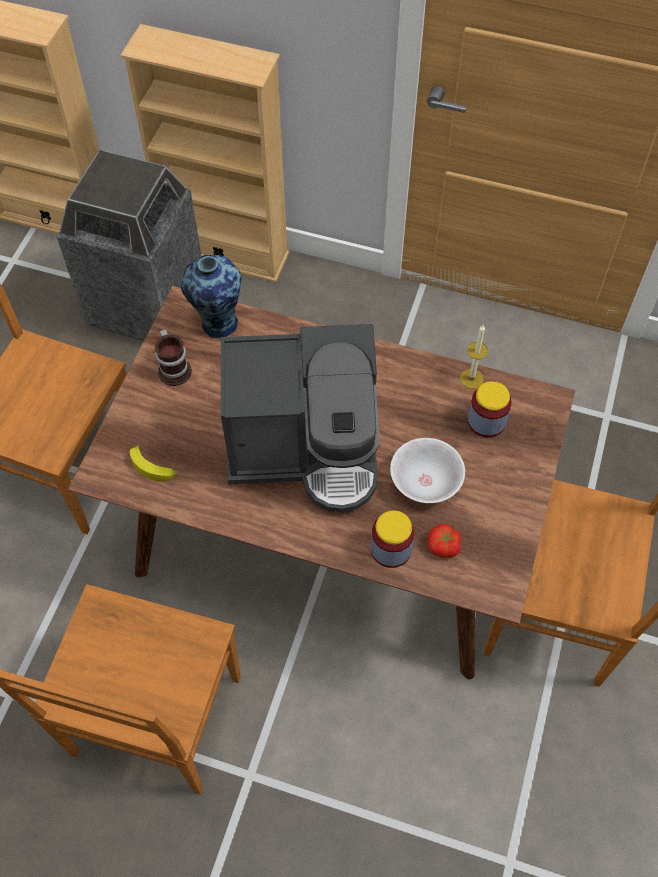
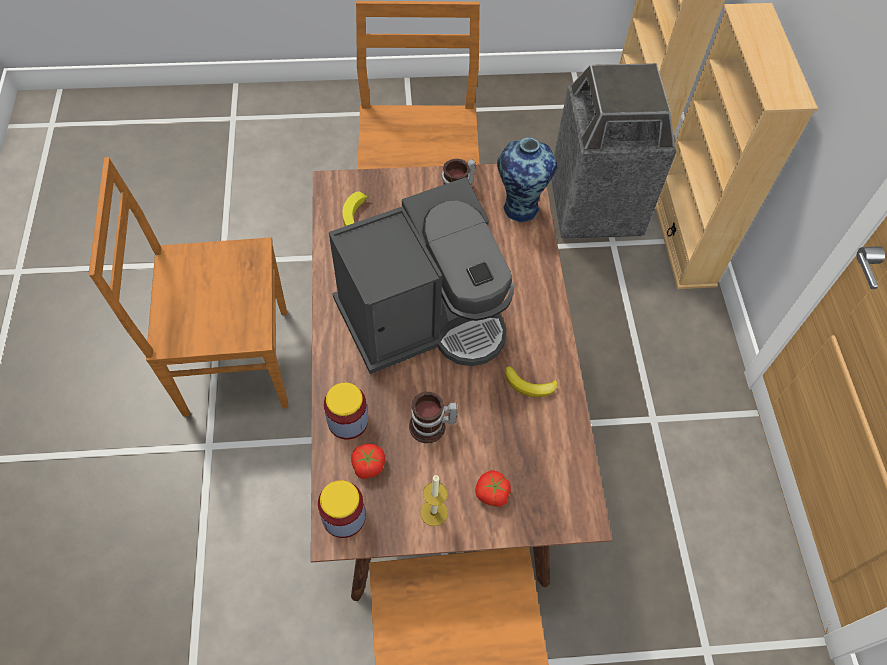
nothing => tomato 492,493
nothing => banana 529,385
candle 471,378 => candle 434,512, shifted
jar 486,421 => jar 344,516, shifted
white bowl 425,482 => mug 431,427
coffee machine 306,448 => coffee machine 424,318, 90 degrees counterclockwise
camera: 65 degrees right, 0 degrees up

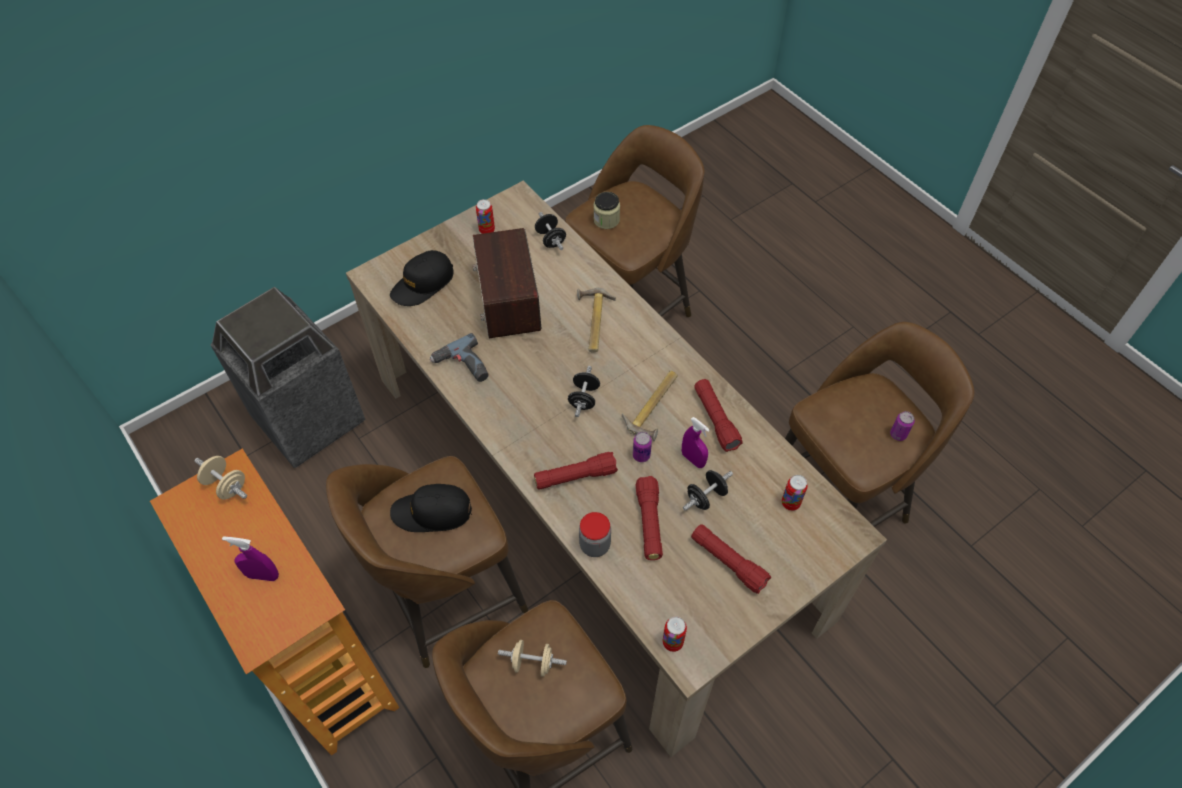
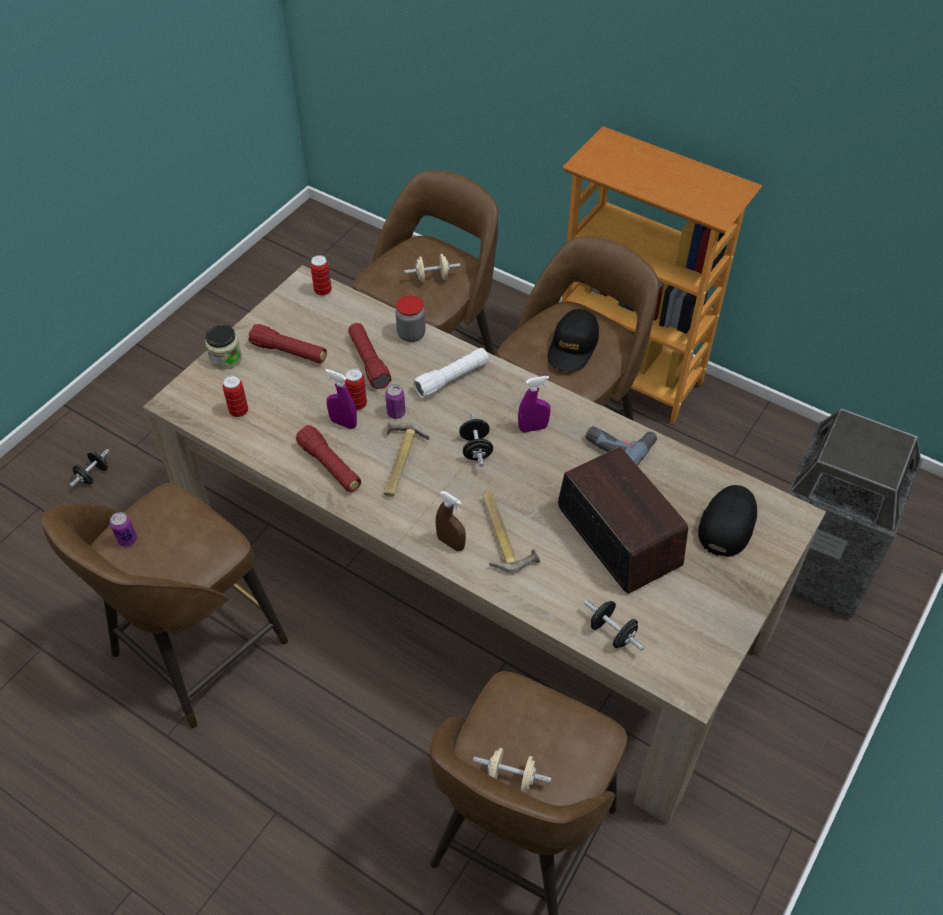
nothing => brown spray bottle 451,543
beige dumbbell 226,485 => beige dumbbell 511,777, shifted
purple spray bottle 263,575 => purple spray bottle 533,428, shifted
can 487,230 => can 357,404, shifted
jar 606,220 => jar 226,358, shifted
black dumbbell 706,497 => black dumbbell 93,475, shifted
red flashlight 575,477 => white flashlight 452,379
black cap 432,512 => black cap 573,347, 135 degrees clockwise
camera: 160 degrees right, 5 degrees down

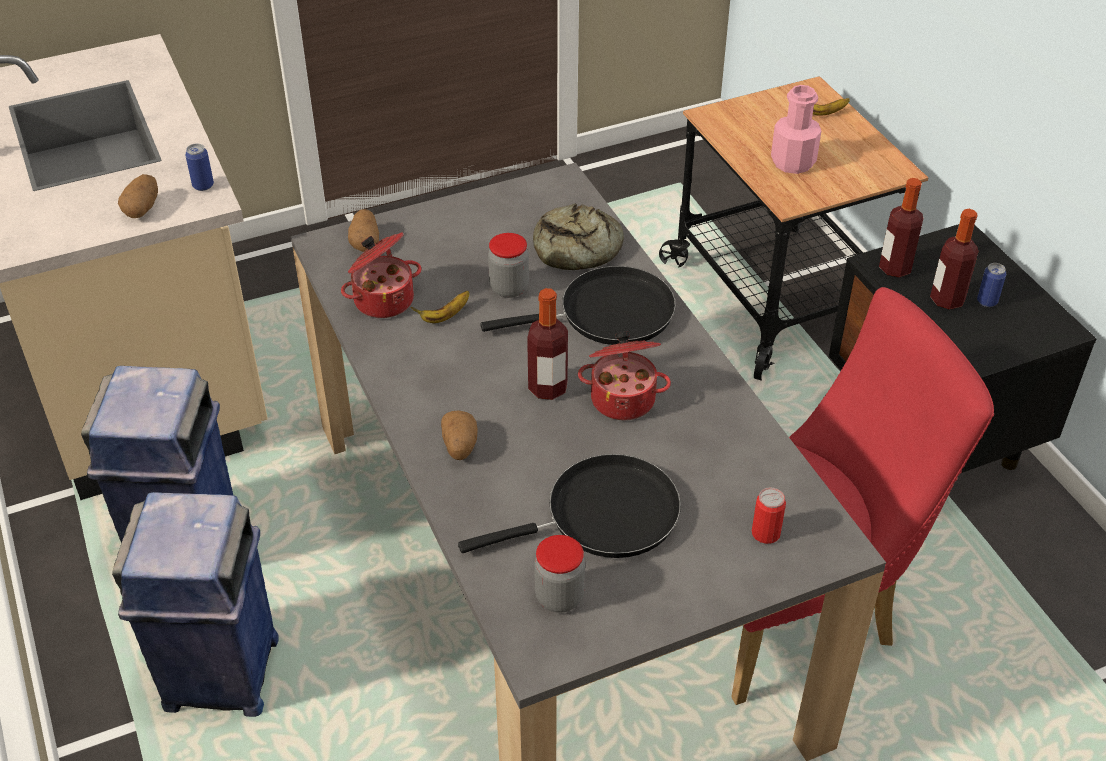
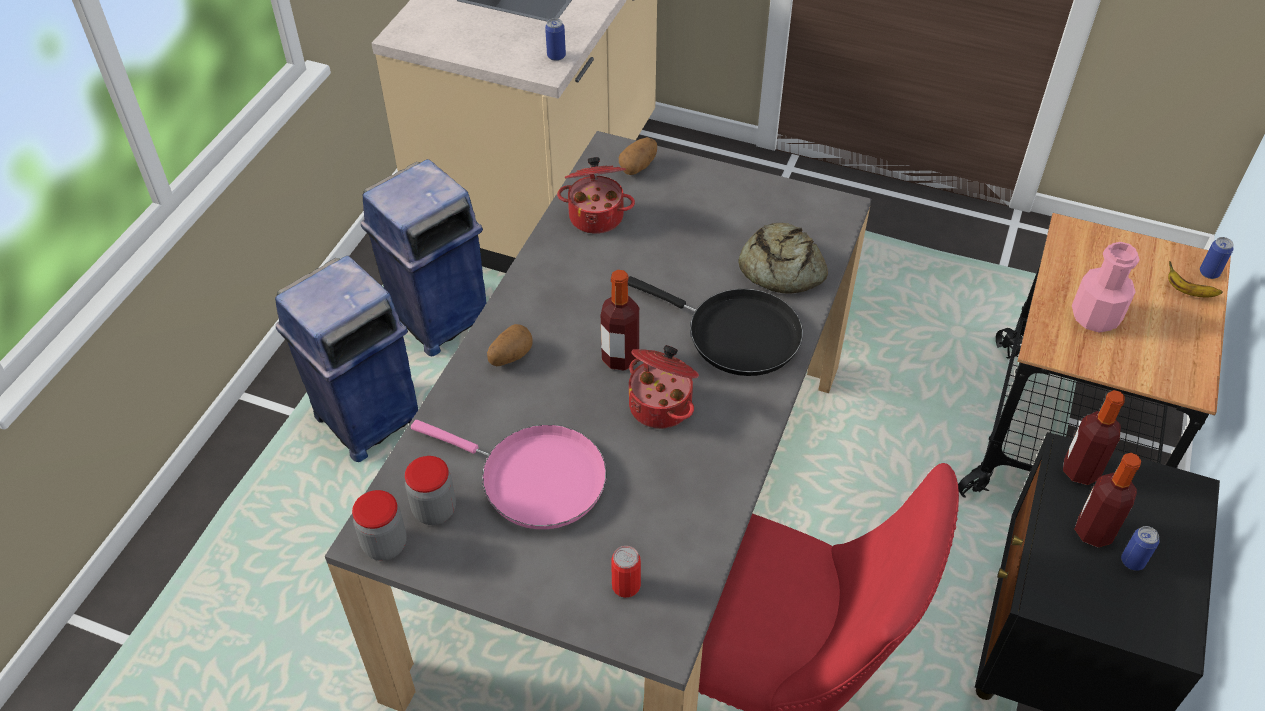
potato 142,208 => nothing
banana 445,316 => nothing
nothing => can 1209,273
jar 509,288 => jar 385,544, shifted
black frying pan 603,516 => pink frying pan 535,478
camera: 45 degrees right, 5 degrees up

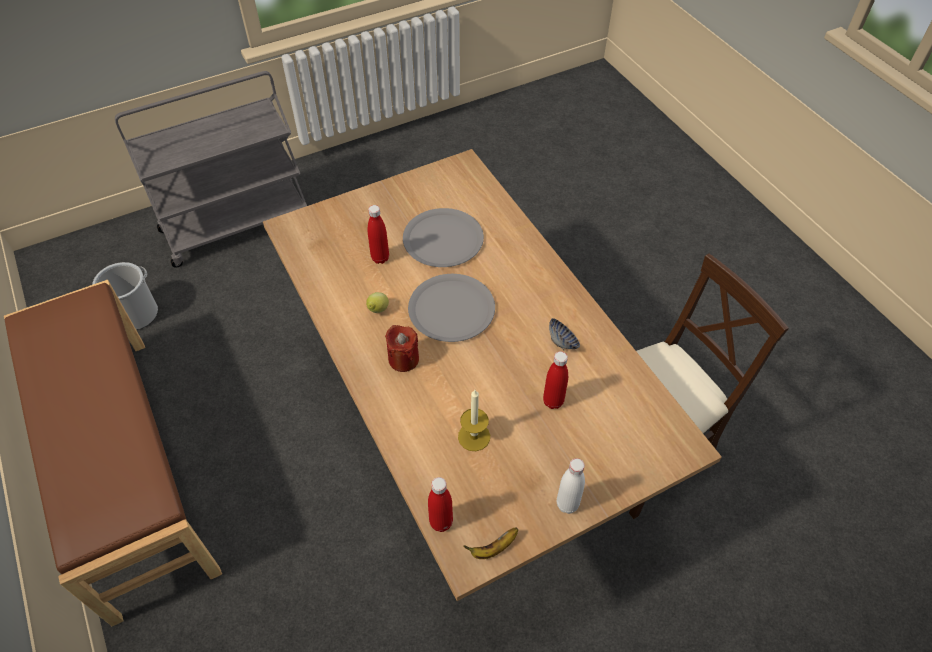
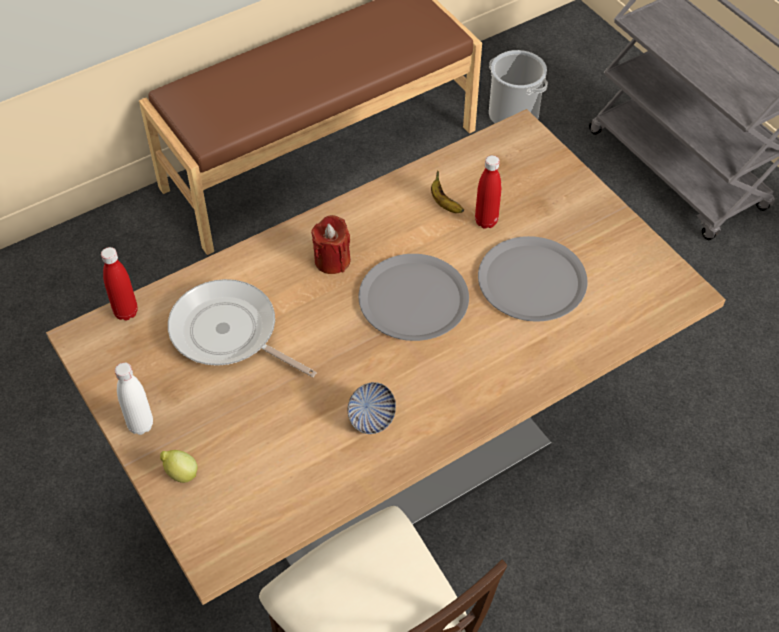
red bottle 553,401 => nothing
lemon 377,310 => lemon 180,473, shifted
banana 493,549 => banana 444,203, shifted
candle 474,436 => frying pan 229,333
camera: 85 degrees right, 0 degrees up

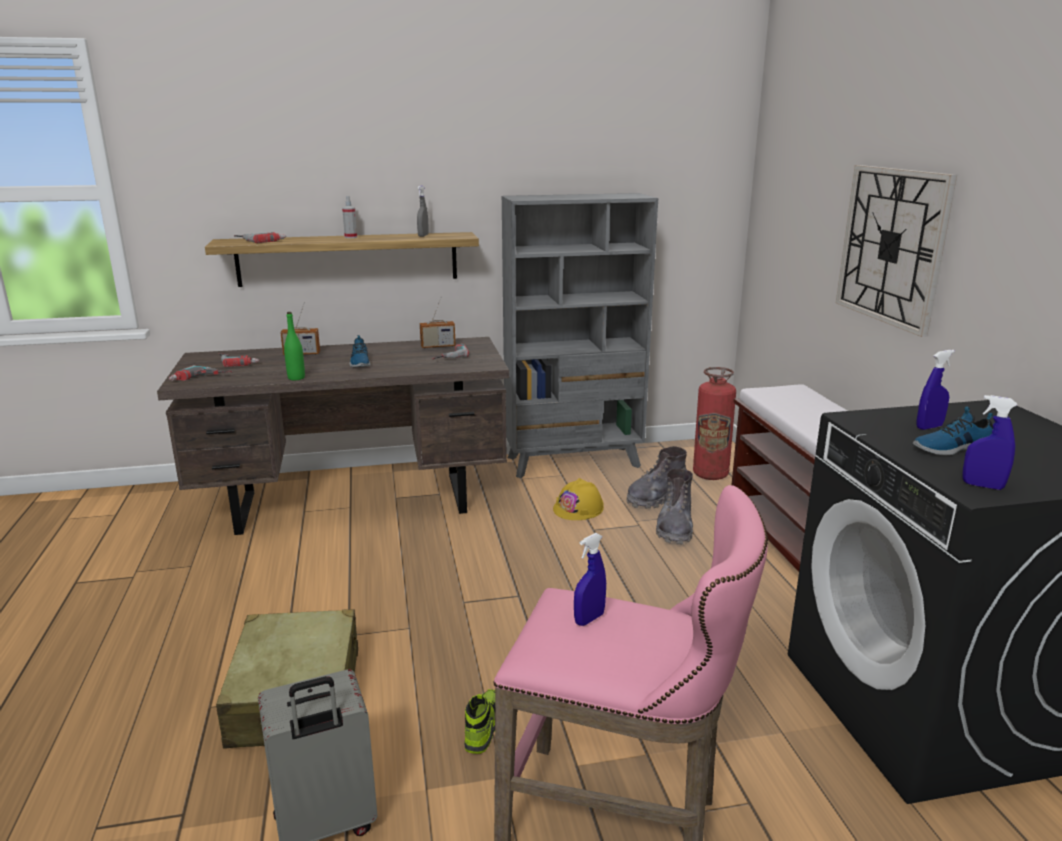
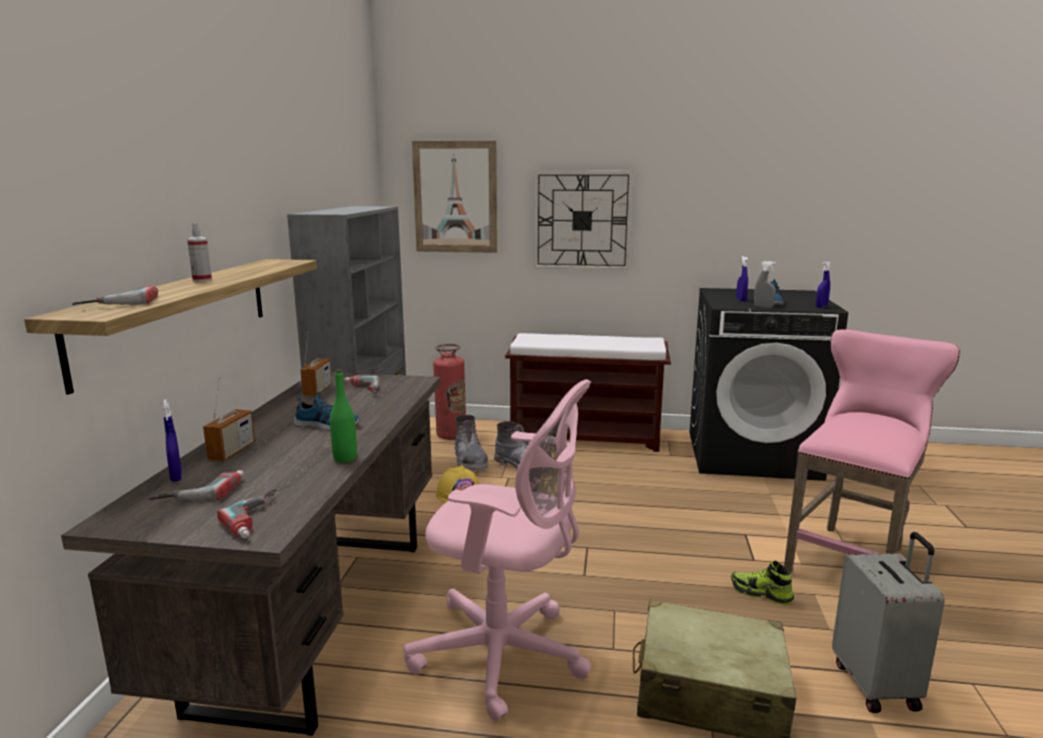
nothing => pink office chair 505,656
nothing => picture 455,197
grey spray bottle 423,236 => grey spray bottle 763,307, shifted
blue spray bottle 589,619 => blue spray bottle 176,476, shifted
camera: 70 degrees left, 5 degrees down

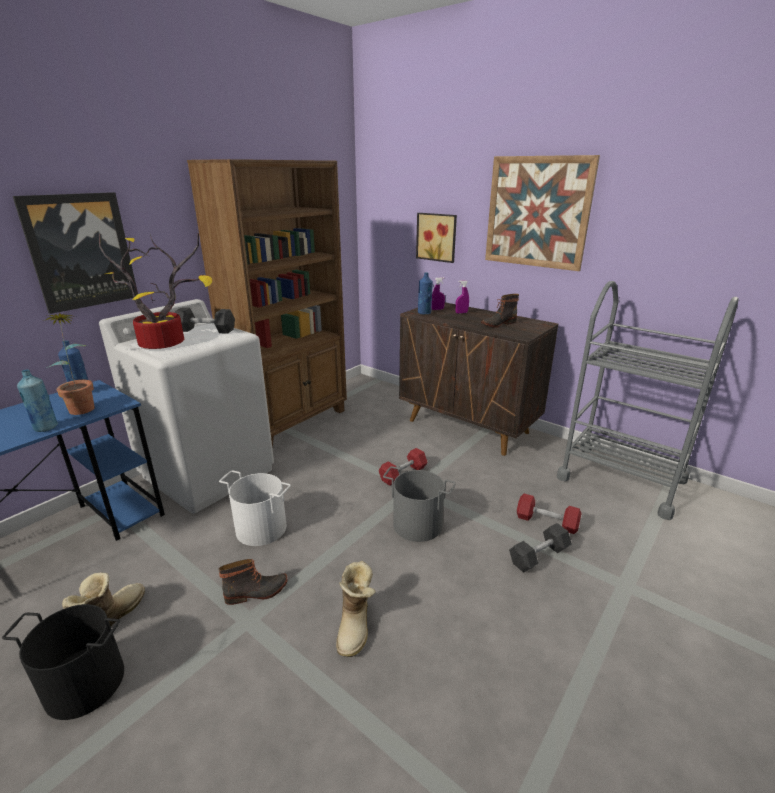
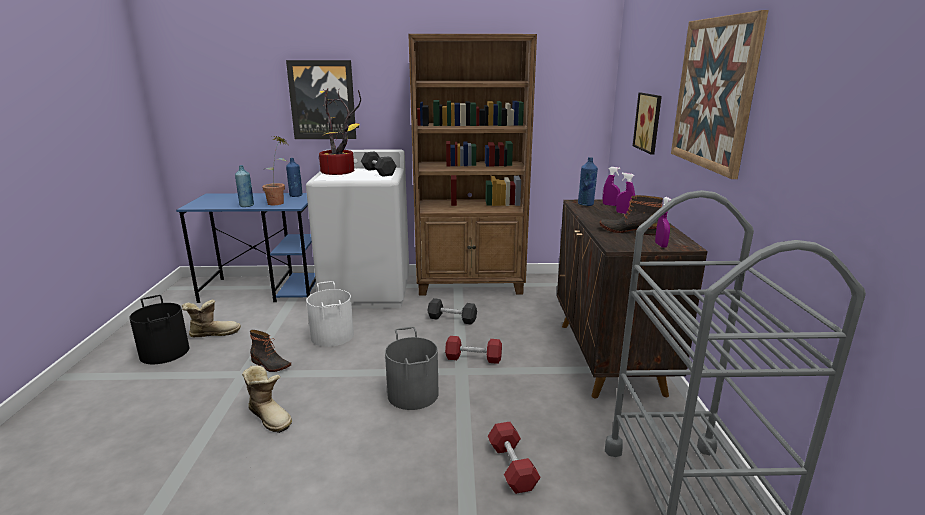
nothing => purple spray bottle 661,245
black dumbbell 539,556 => black dumbbell 452,319, shifted
boot 356,626 => boot 270,416, 105 degrees counterclockwise
camera: 50 degrees right, 5 degrees down

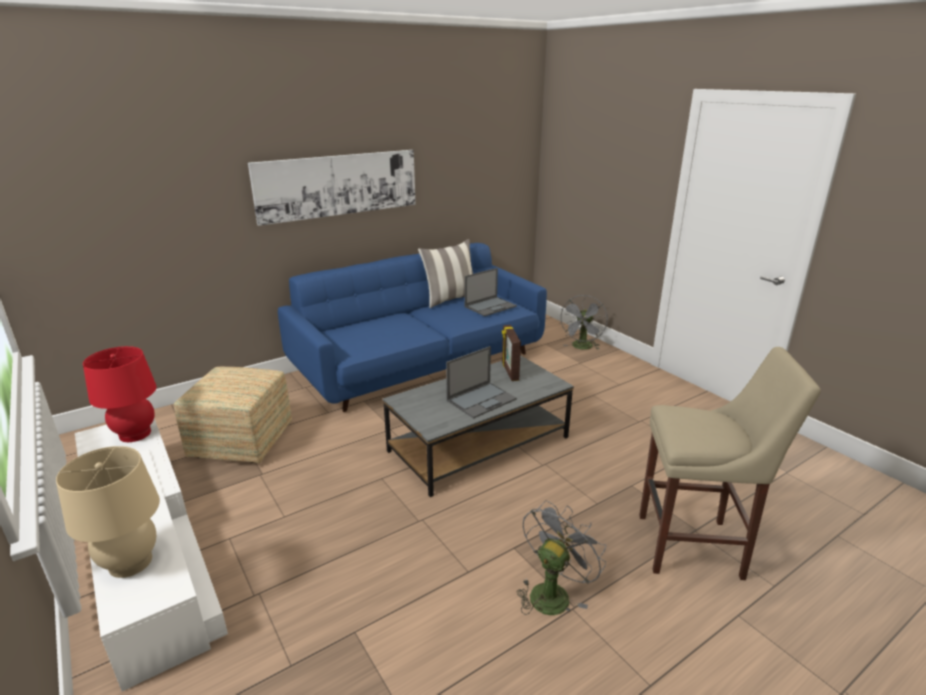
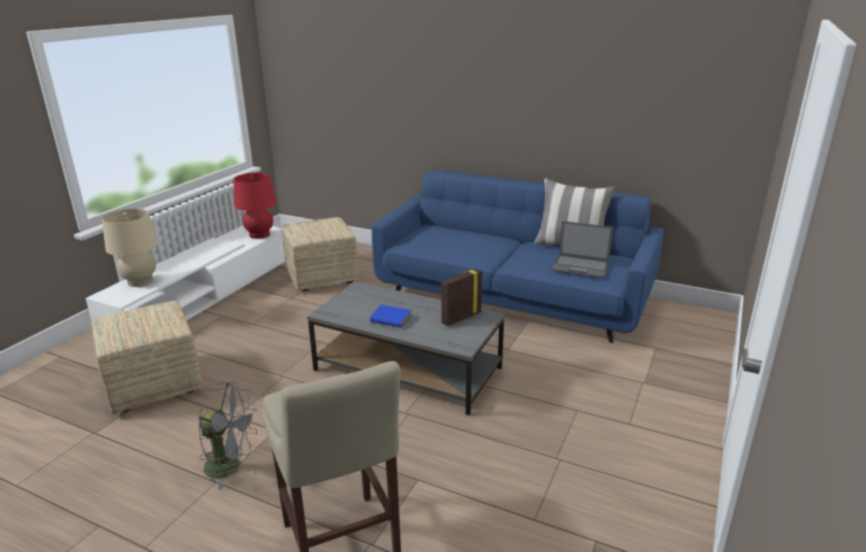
picture 338,185 => nothing
grey fan 582,347 => nothing
nothing => ottoman 155,384
laptop 482,399 => blue book 392,319
camera: 60 degrees right, 0 degrees up

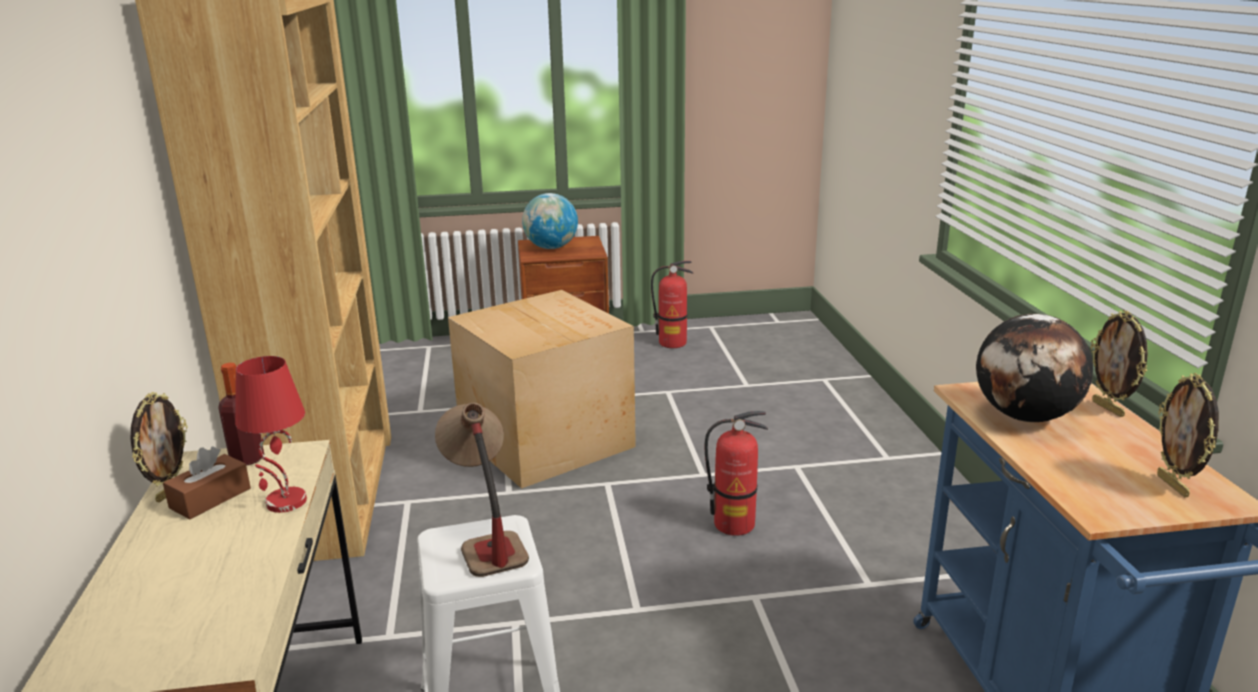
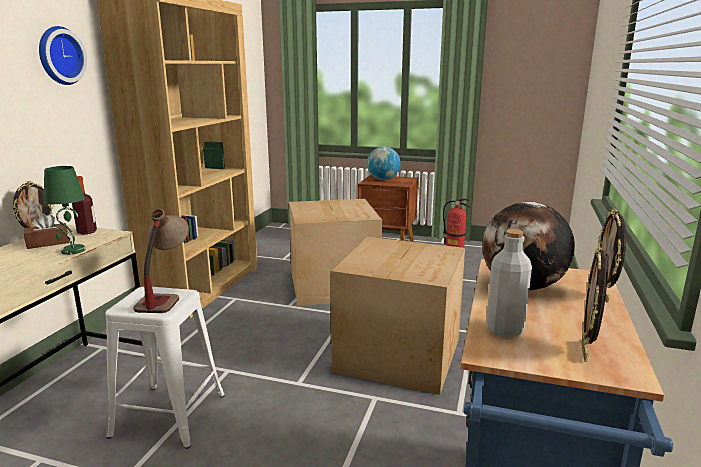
nothing => wall clock 59,56
nothing => grey bottle 504,329
fire extinguisher 734,524 => cardboard box 400,354
red table lamp 285,502 => green table lamp 72,251
camera: 25 degrees right, 5 degrees down

